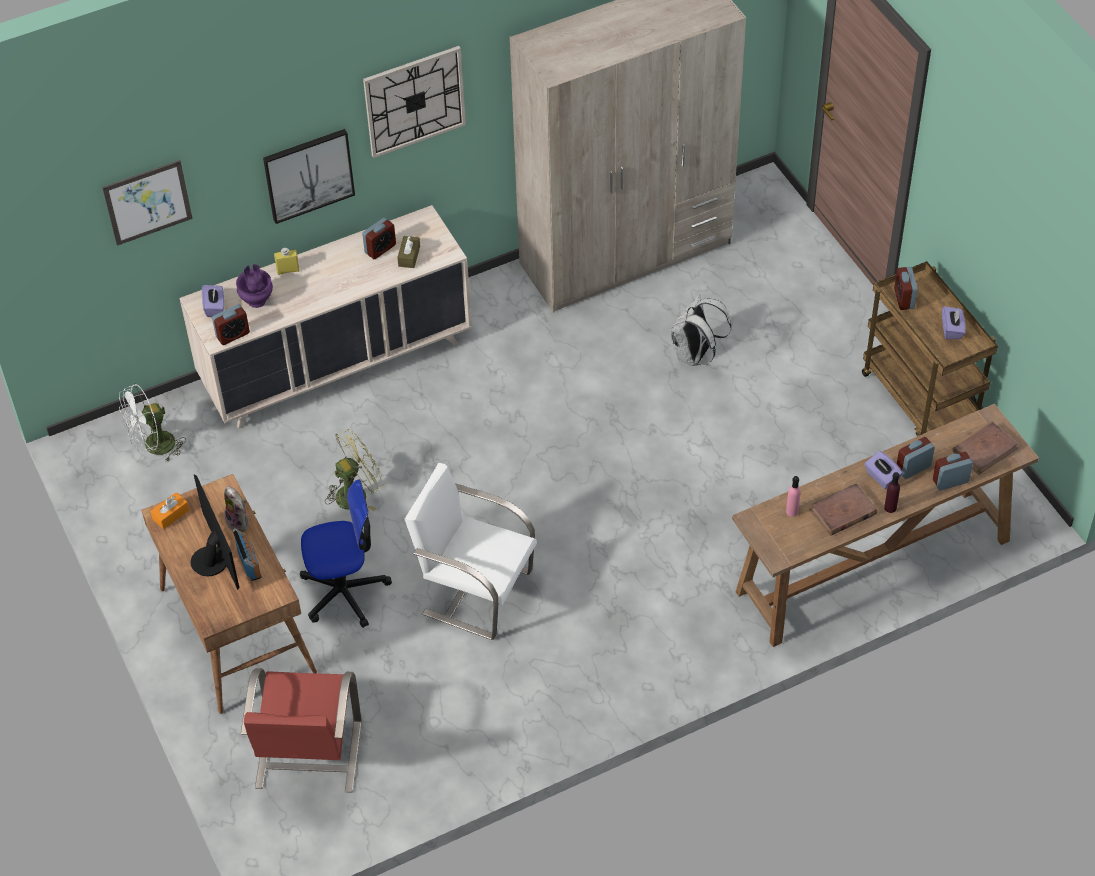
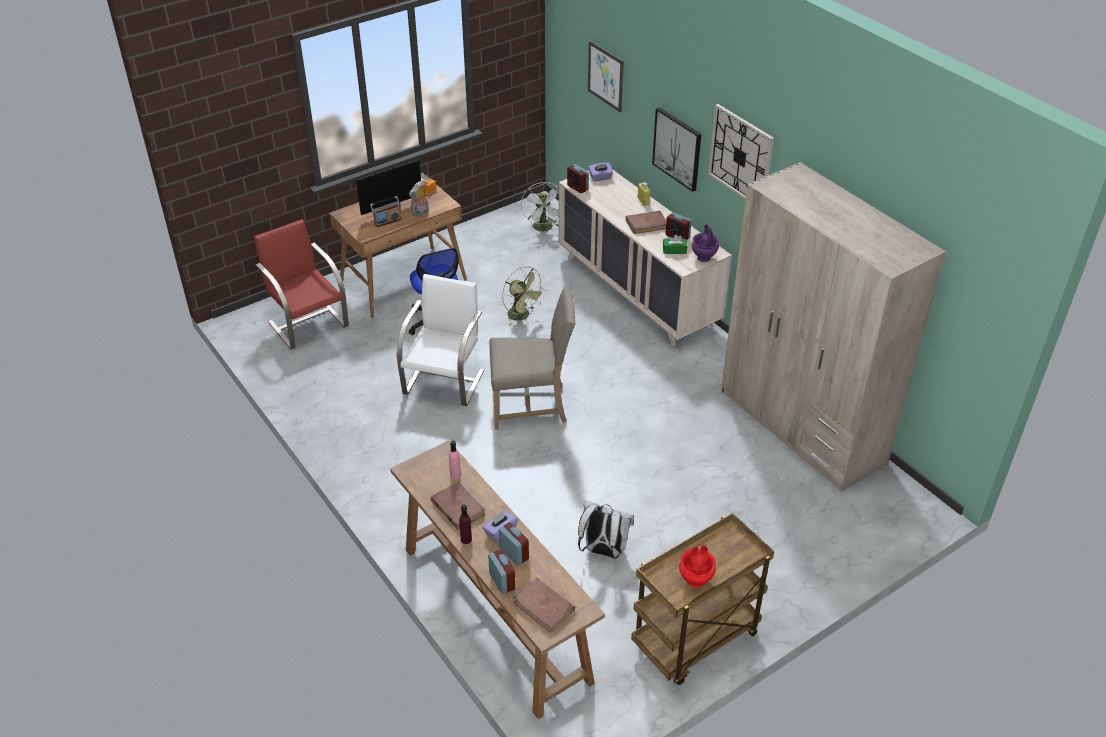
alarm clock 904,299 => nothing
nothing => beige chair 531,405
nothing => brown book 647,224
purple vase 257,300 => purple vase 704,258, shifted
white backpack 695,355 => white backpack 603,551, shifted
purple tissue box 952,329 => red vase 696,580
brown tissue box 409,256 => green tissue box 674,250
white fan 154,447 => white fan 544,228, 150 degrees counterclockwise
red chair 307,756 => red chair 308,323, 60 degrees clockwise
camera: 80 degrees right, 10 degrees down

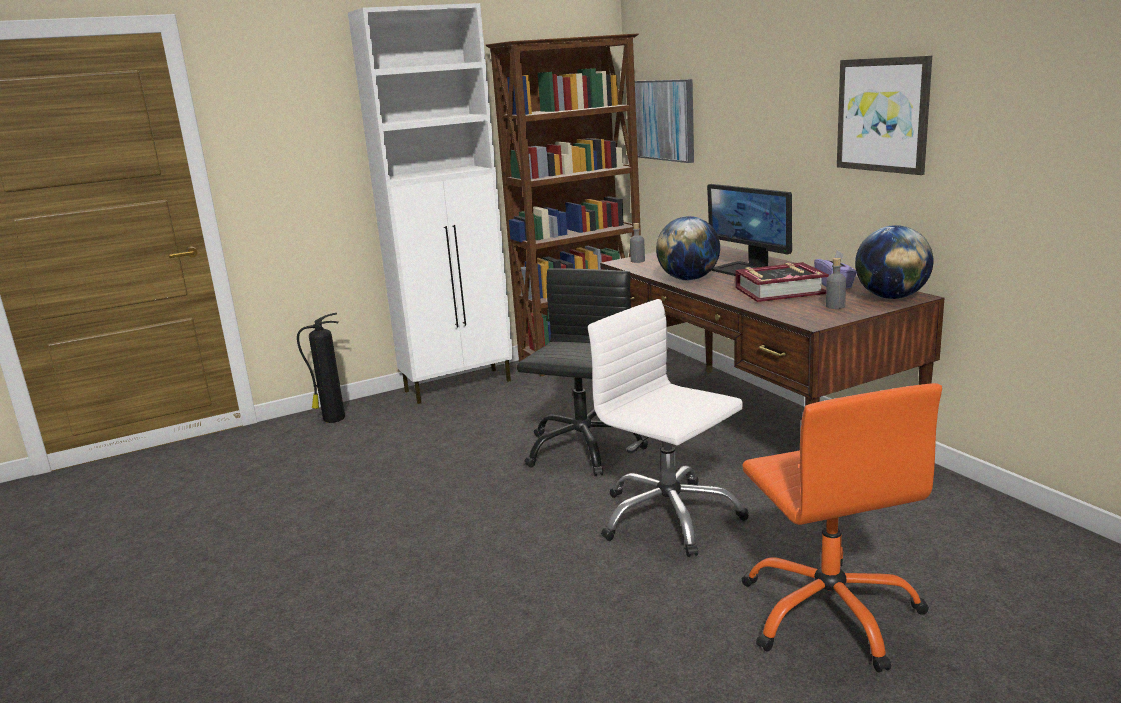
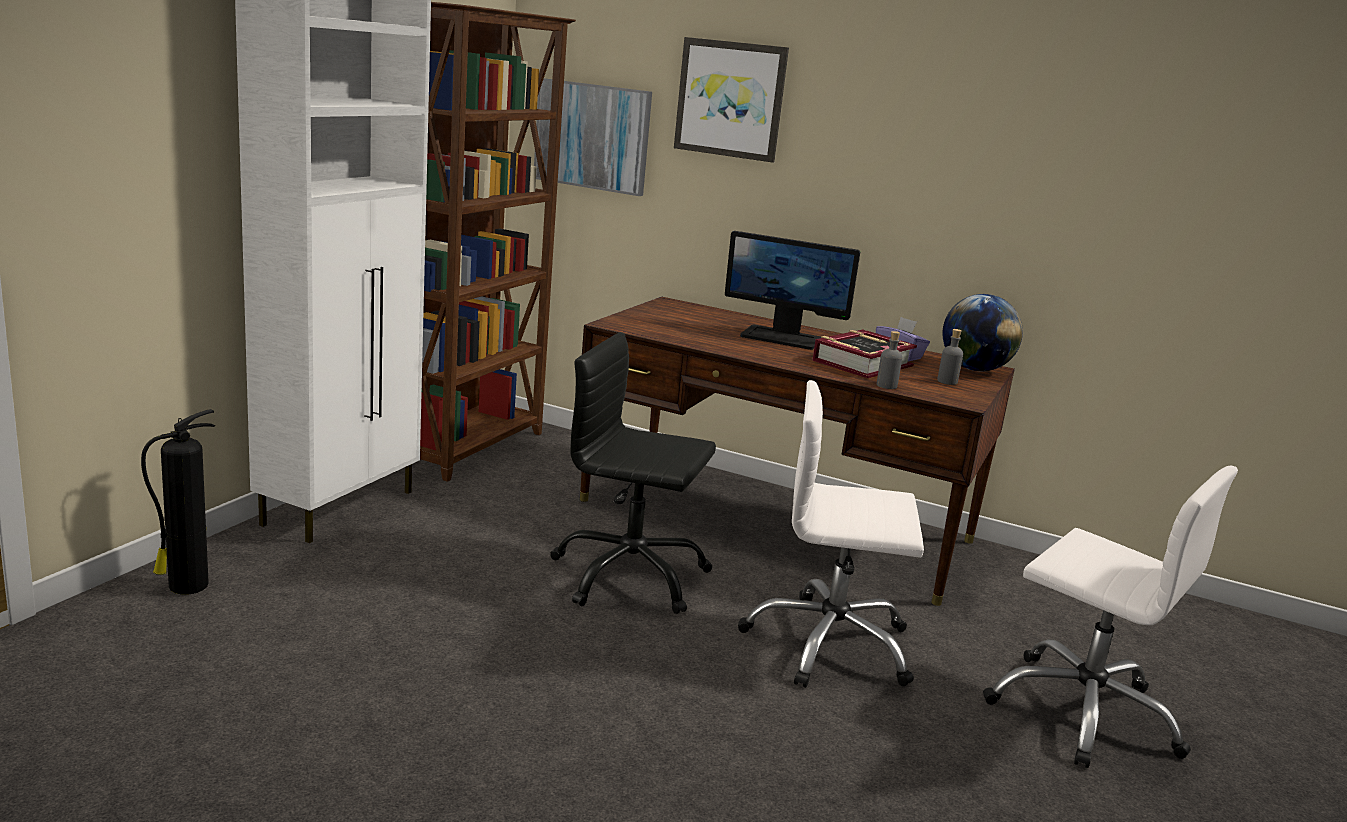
globe 688,279 => nothing
grey bottle 637,261 => grey bottle 886,386, shifted
picture 883,115 => picture 730,99, shifted
orange office chair 830,613 => white office chair 1083,712
black office chair 582,448 => black office chair 629,576, 60 degrees counterclockwise
camera: 40 degrees left, 0 degrees up

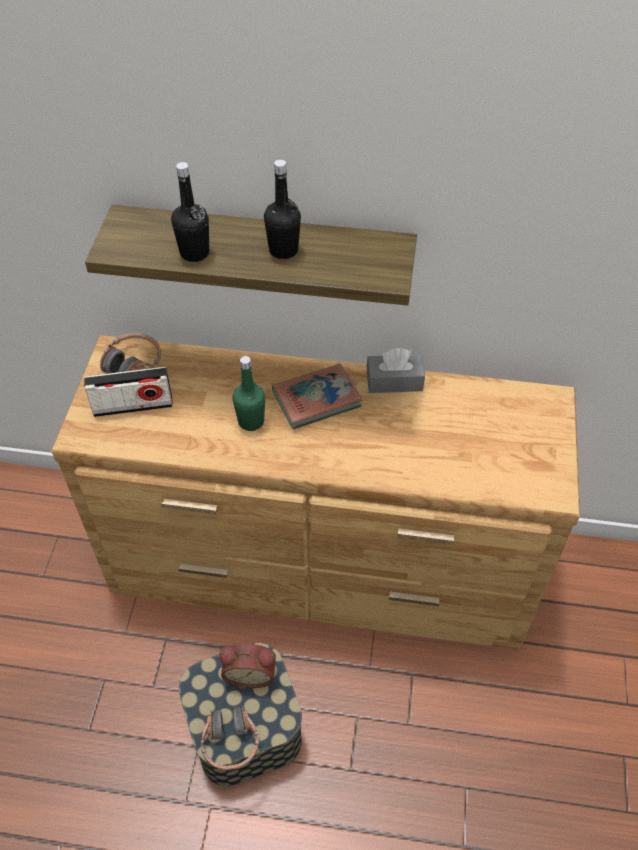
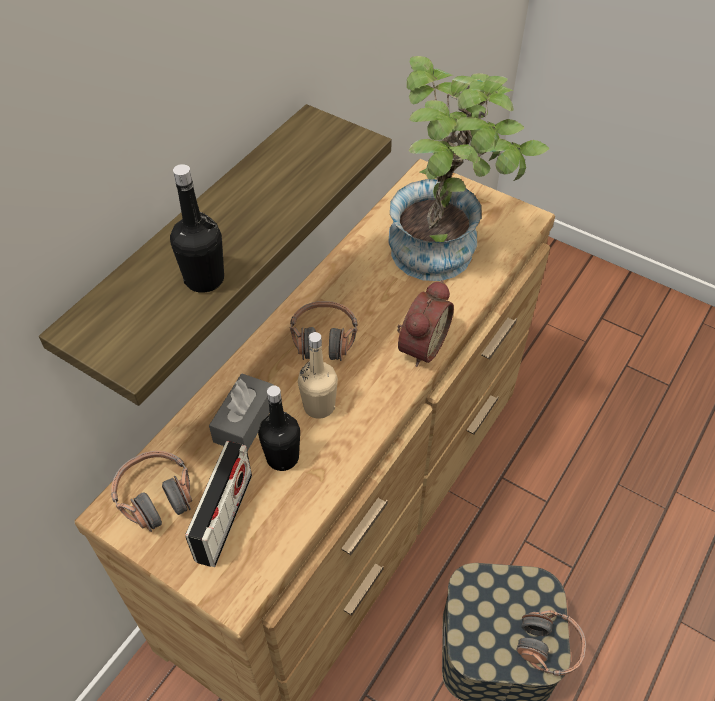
nothing => potted plant 445,252
alarm clock 250,673 => alarm clock 420,345, shifted
black bottle 283,250 => black bottle 282,457, shifted
grey tissue box 394,381 => grey tissue box 245,421, shifted
book 316,399 => headphones 323,339
green bottle 251,421 => beige bottle 319,406
camera: 65 degrees left, 0 degrees up

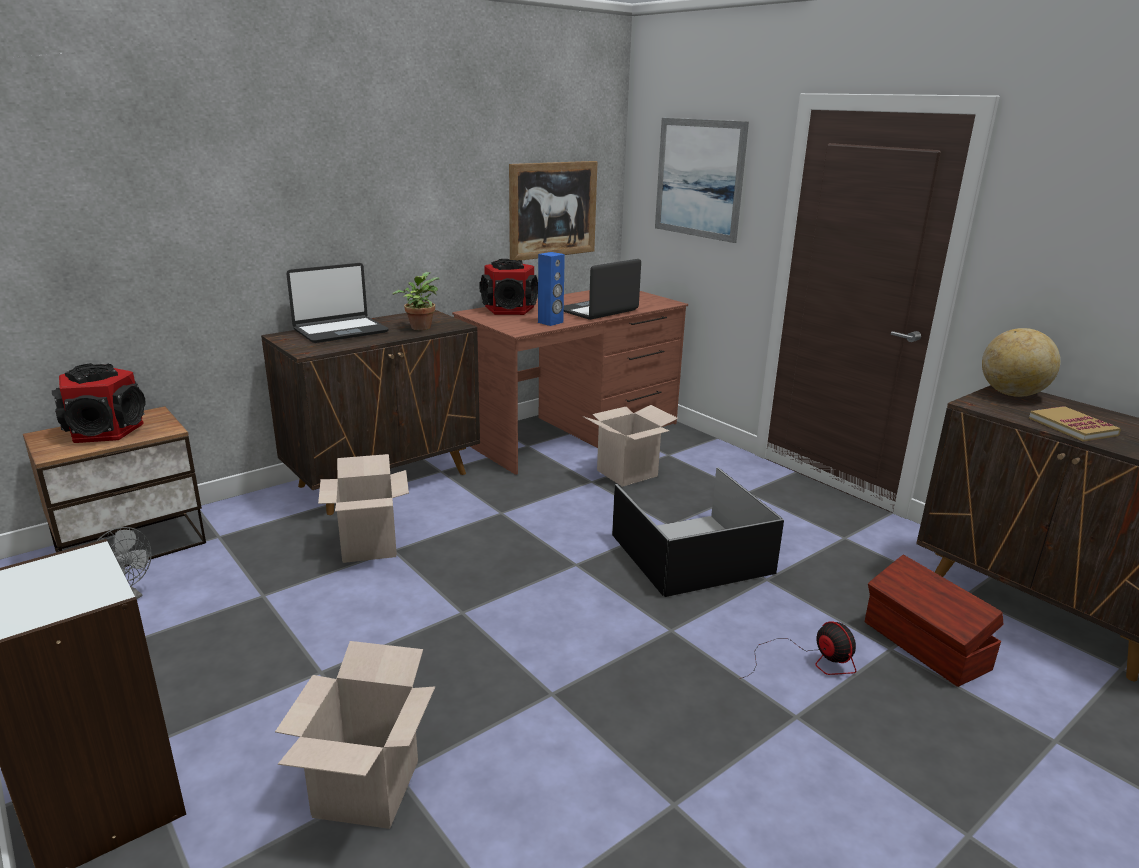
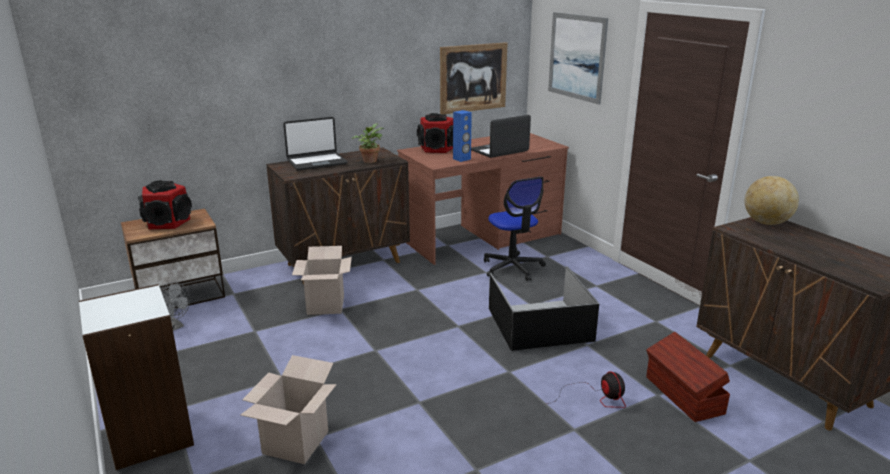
book 1072,427 => nothing
cardboard box 627,473 => office chair 512,268
camera: 10 degrees right, 0 degrees up

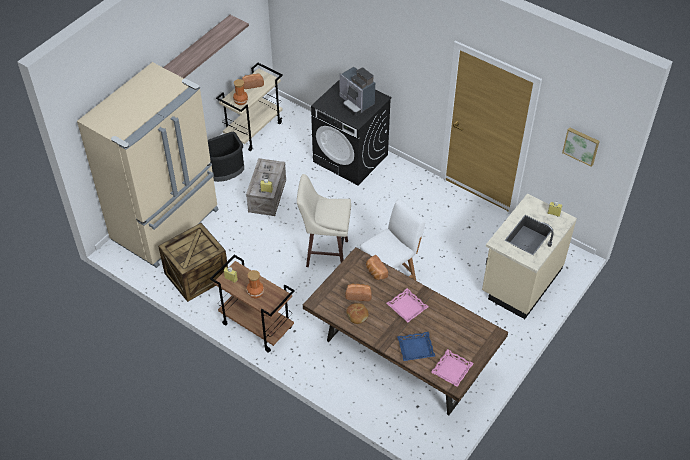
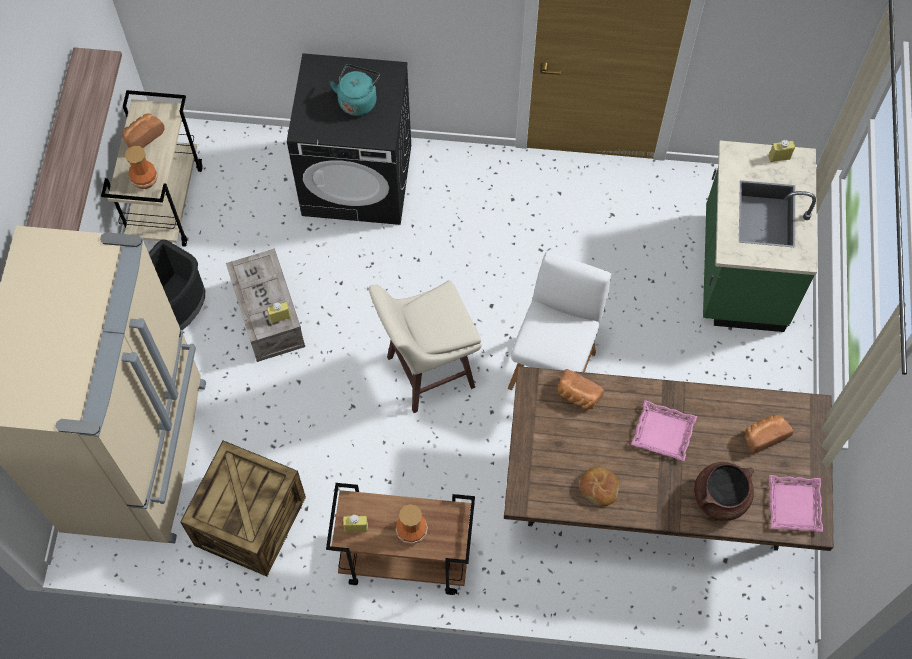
picture 581,145 => nothing
bread 358,295 => bread 764,436, shifted
coffee machine 356,103 => turquoise kettle 358,100
blue tray 415,348 => brown cooking pot 720,497
beige counter 520,281 => green counter 740,270
camera: 30 degrees left, 15 degrees up

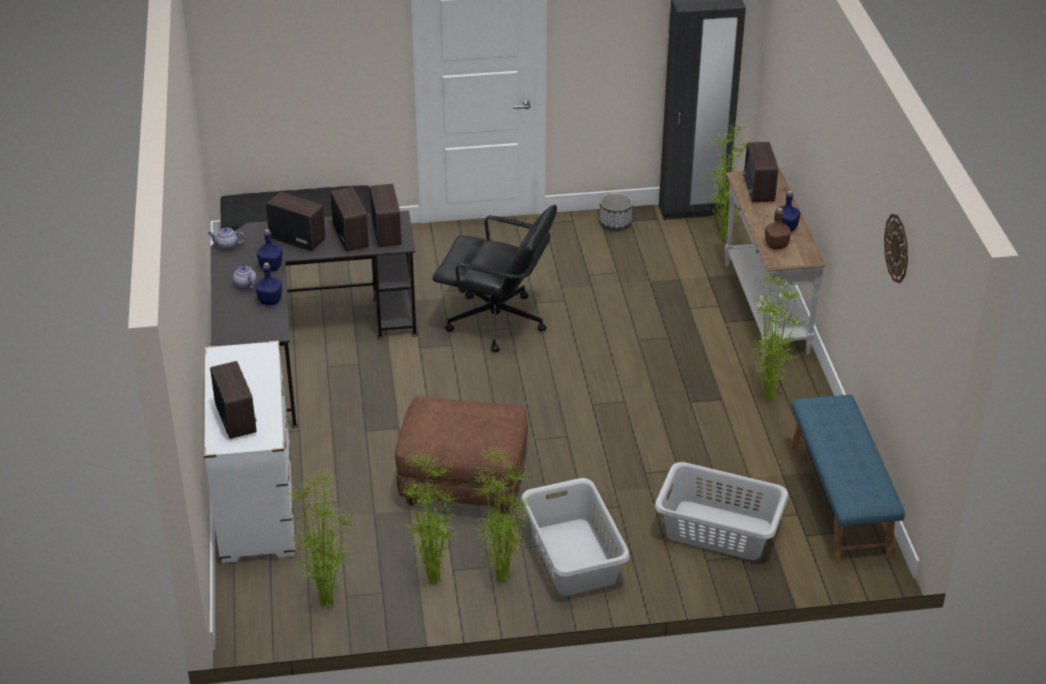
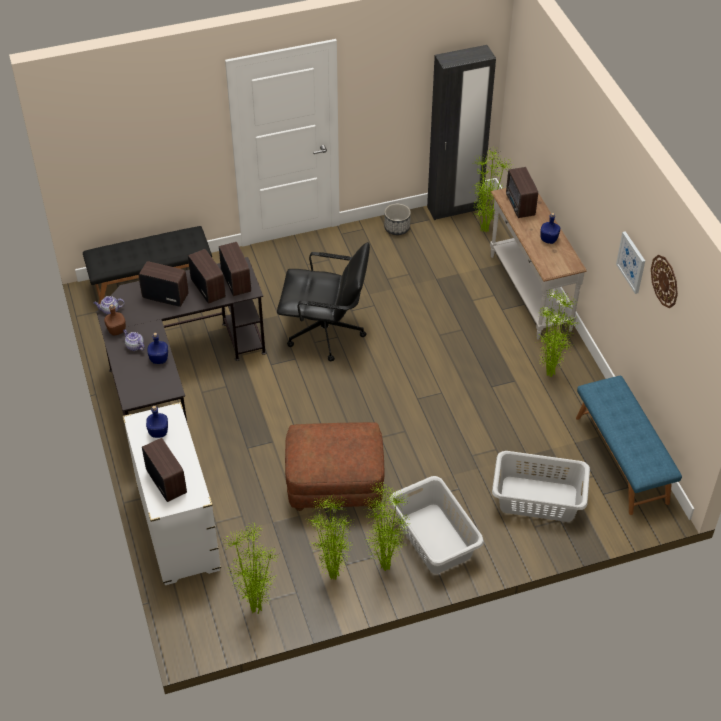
nothing => picture 631,262
blue bottle 271,266 => blue bottle 158,432, shifted
brown bottle 776,245 => brown bottle 116,330, shifted
camera: 10 degrees left, 10 degrees up

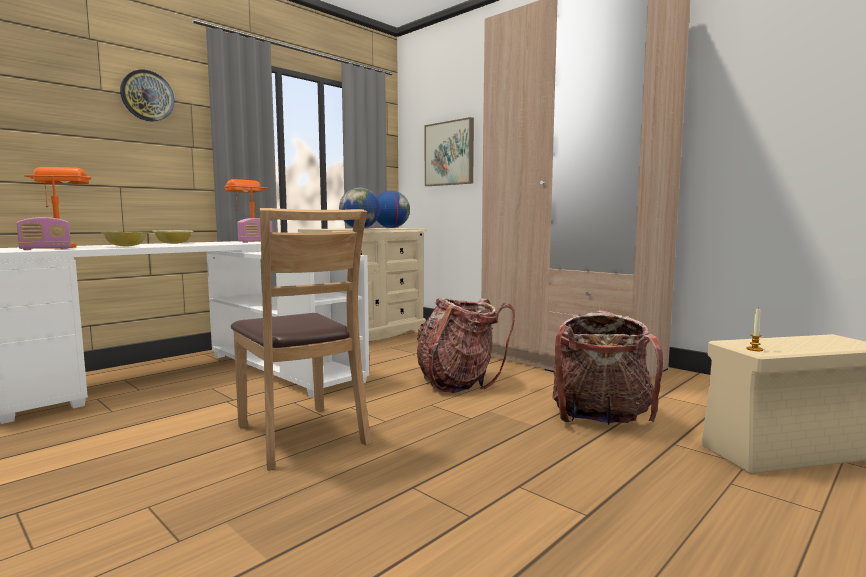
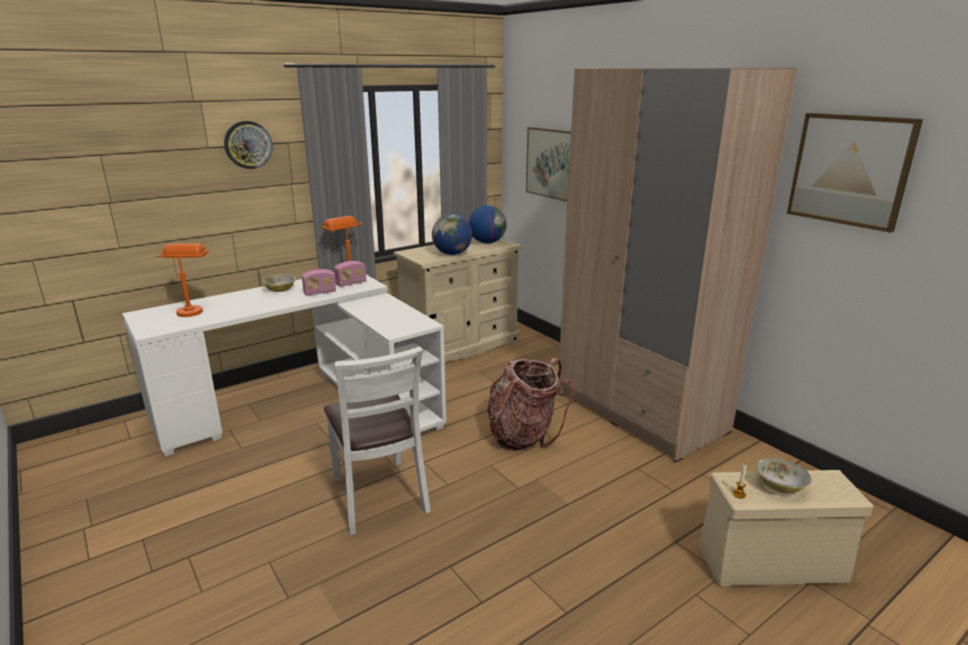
backpack 600,418 => nothing
nothing => picture 850,170
radio 46,249 => radio 320,293, shifted
bowl 126,246 => bowl 779,486, shifted
brown chair 300,436 => white chair 379,496
camera: 10 degrees right, 15 degrees up

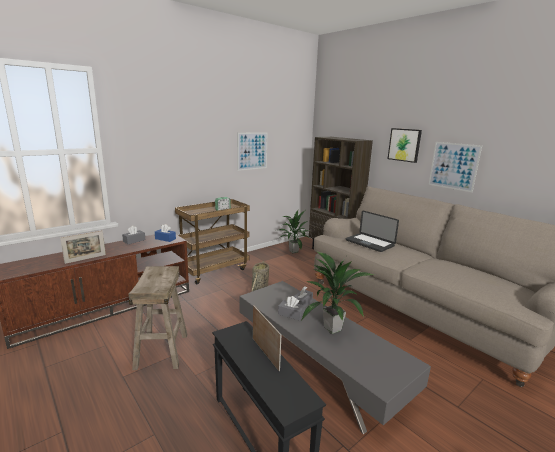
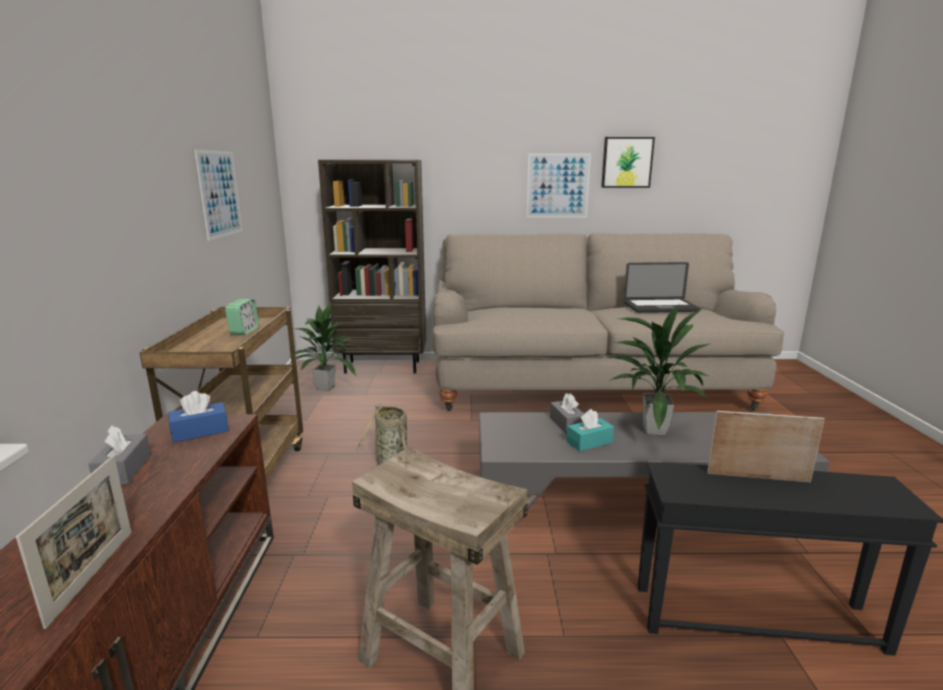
laptop 369,243 => laptop 660,307, shifted
picture 404,145 => picture 626,162, shifted
grey tissue box 291,314 => turquoise tissue box 589,442
camera: 50 degrees left, 0 degrees up

